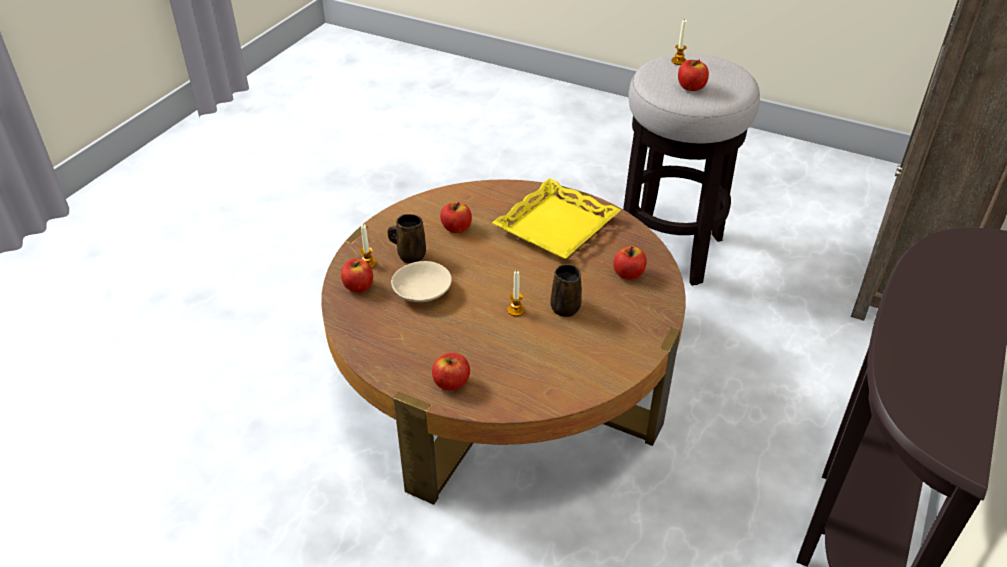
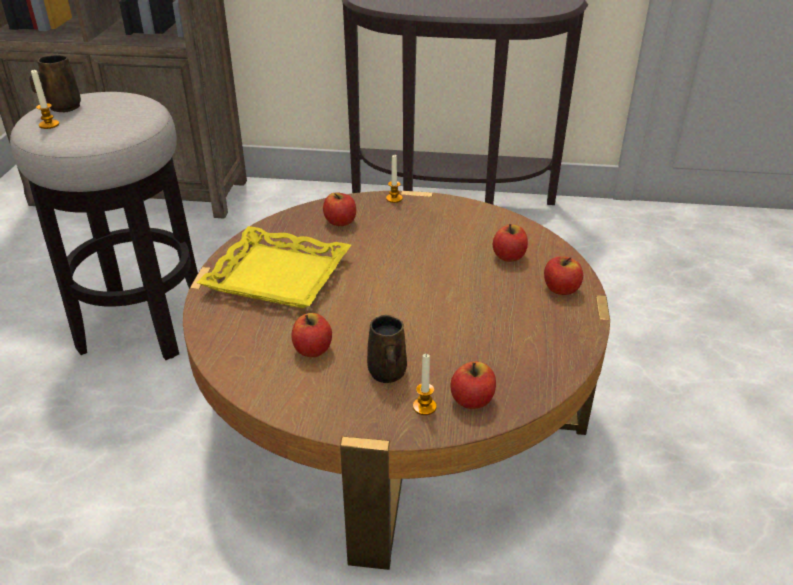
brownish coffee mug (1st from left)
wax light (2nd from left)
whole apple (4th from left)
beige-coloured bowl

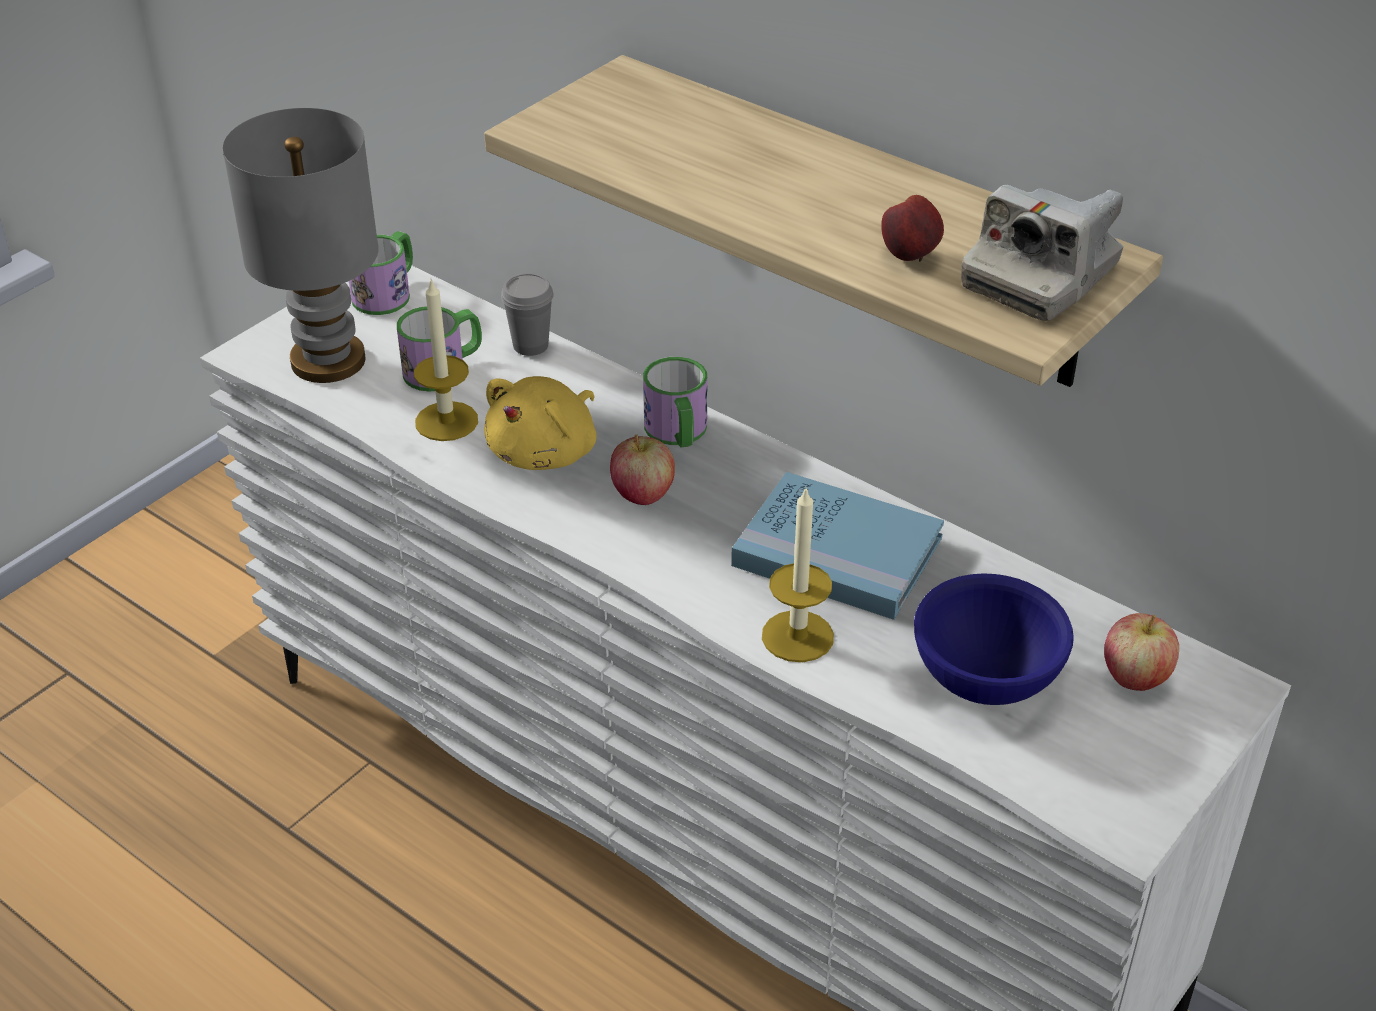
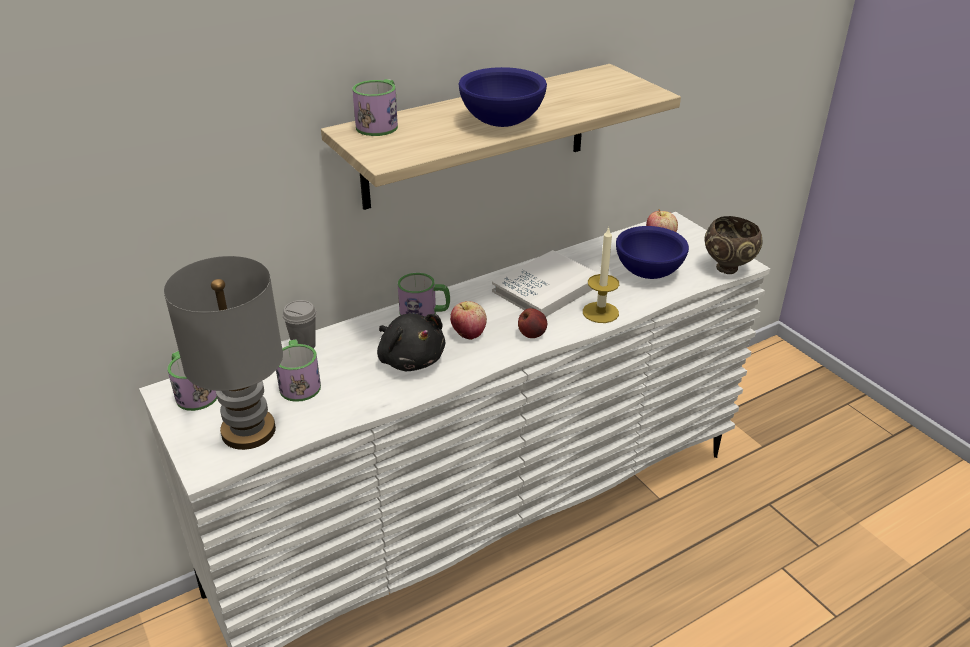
coffee mug (3rd from left)
blackish cuddly toy
bluish bowl (1st from left)
white-coloured volume
whole apple (2nd from left)
brownish bowl
wax light (1st from left in the first image)
photo camera

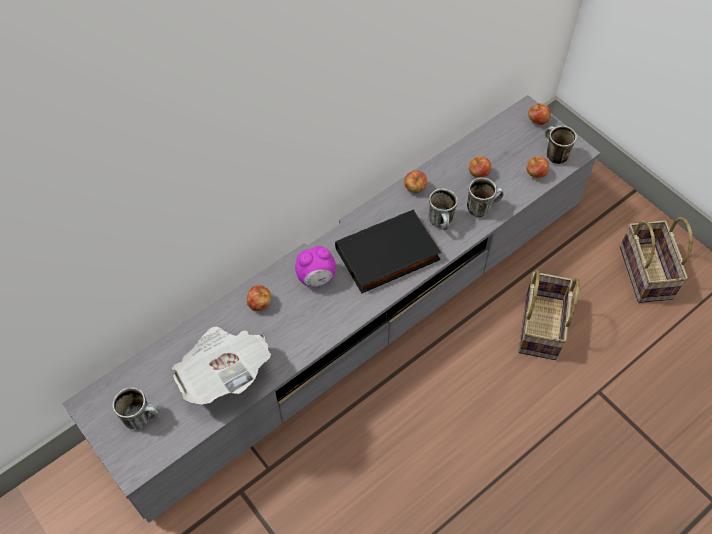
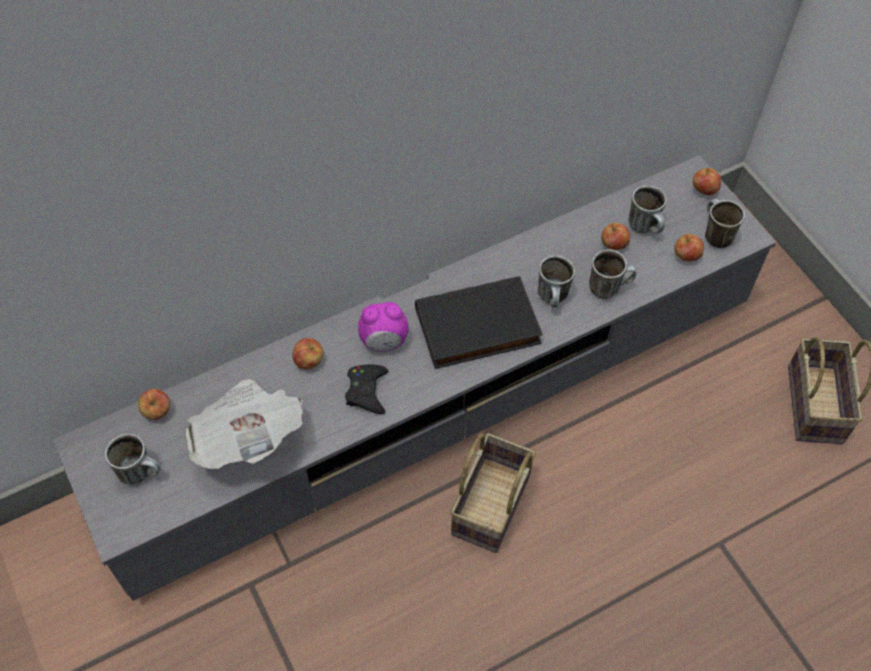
whole apple (1st from left)
blackish gamepad
basket (1st from left)
coffee mug (4th from left)

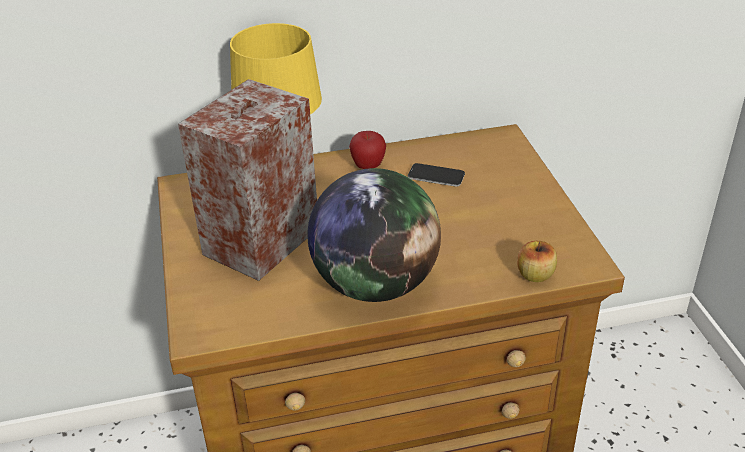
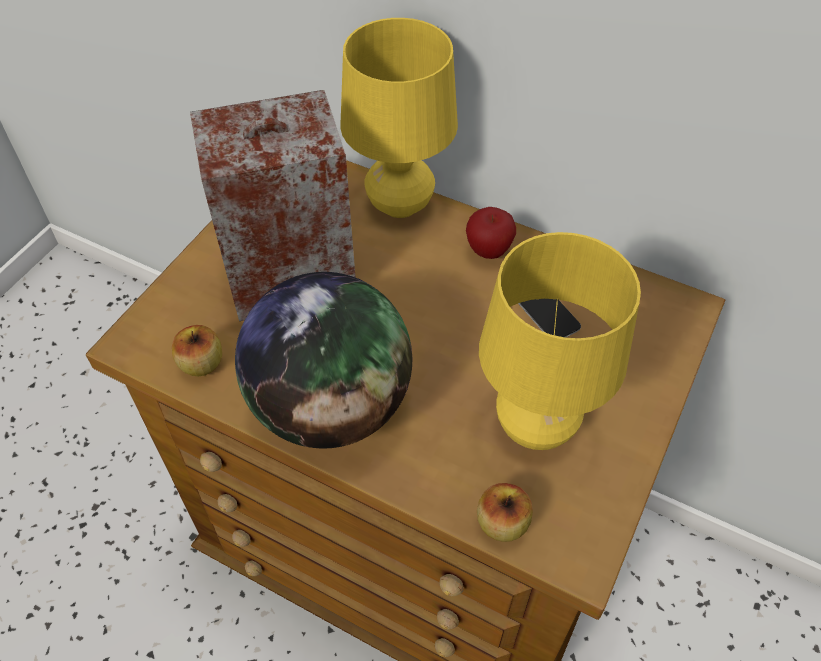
whole apple (1st from left)
yellowish tabletop lamp (2nd from left)

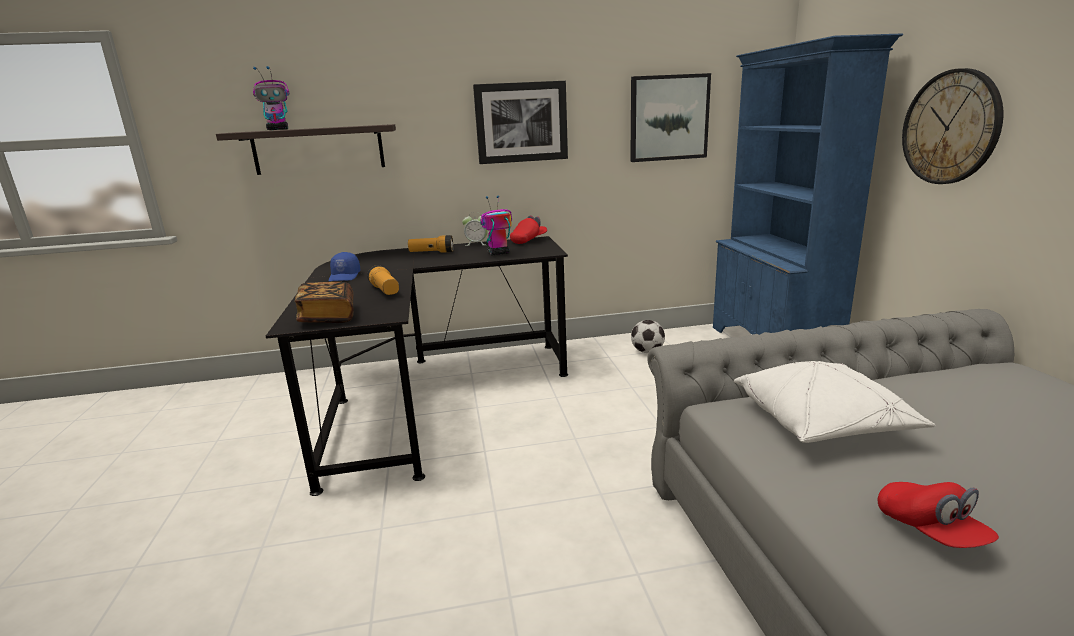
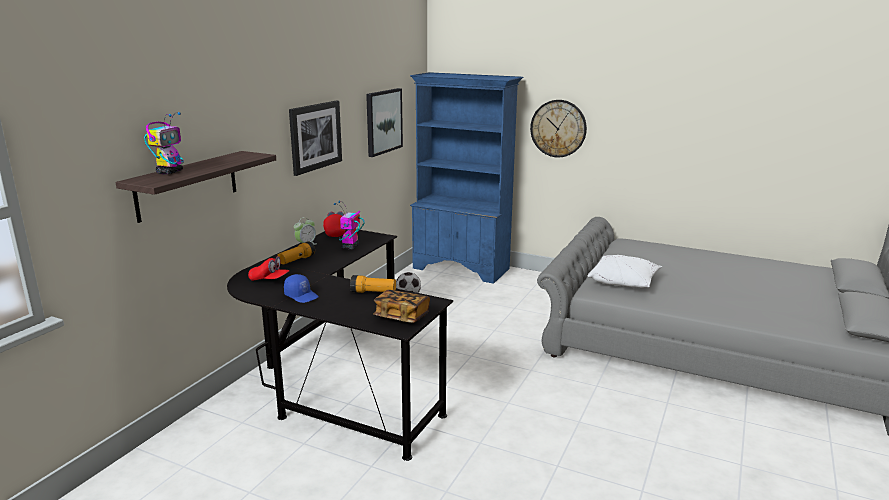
red peaked cap (1st from left)

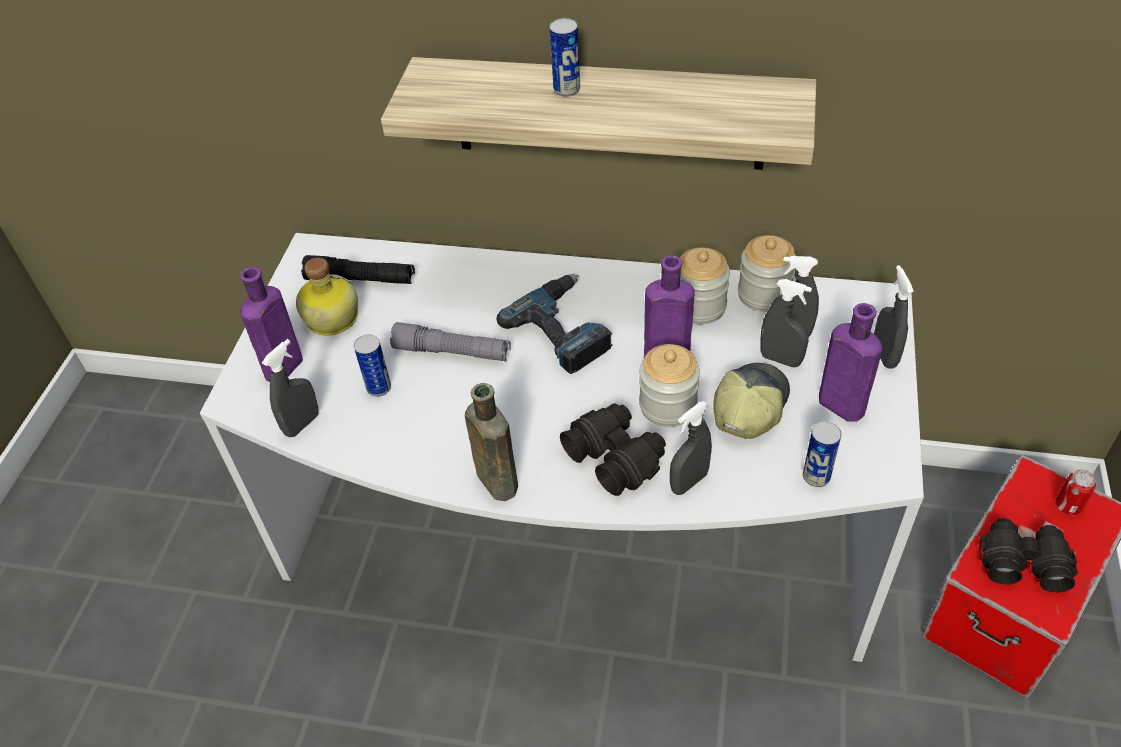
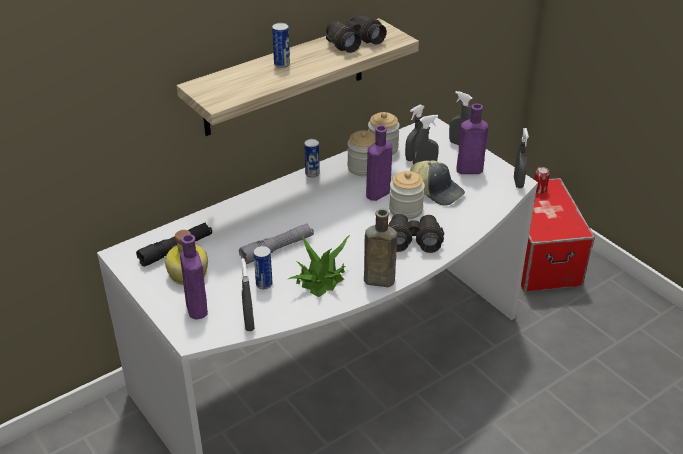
potted plant
can (3rd from left)
blackish field glasses (1st from left)
peaked cap
grey hand sprayer (5th from left)
electric drill

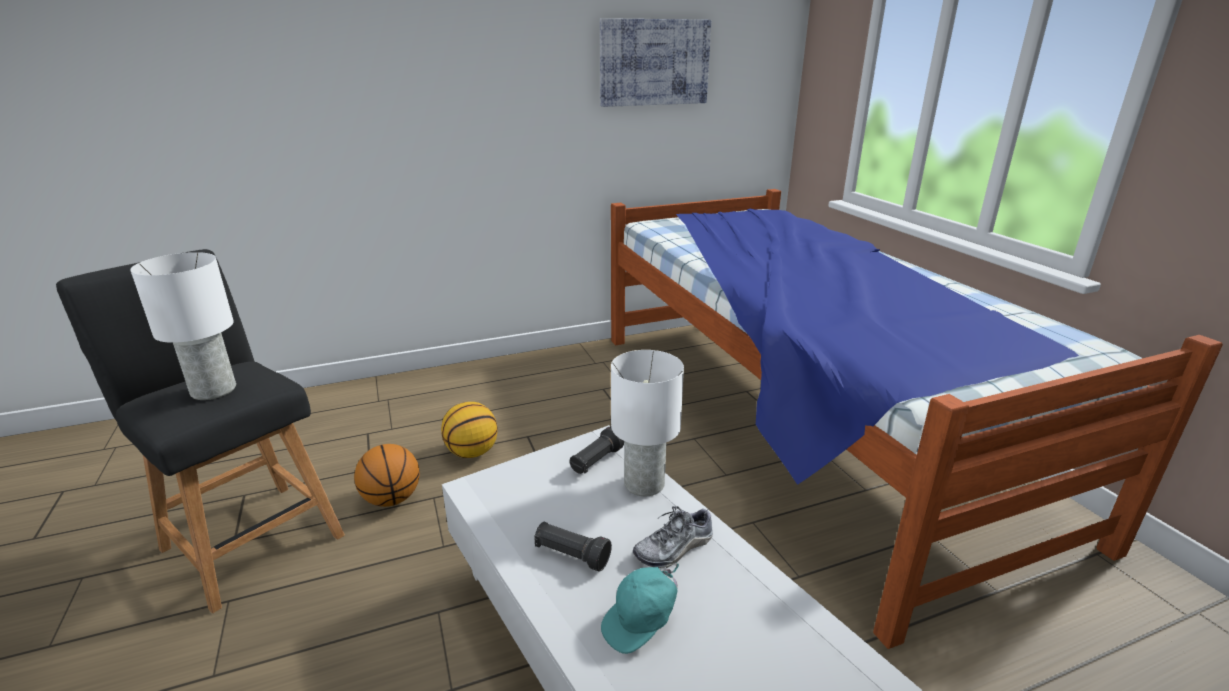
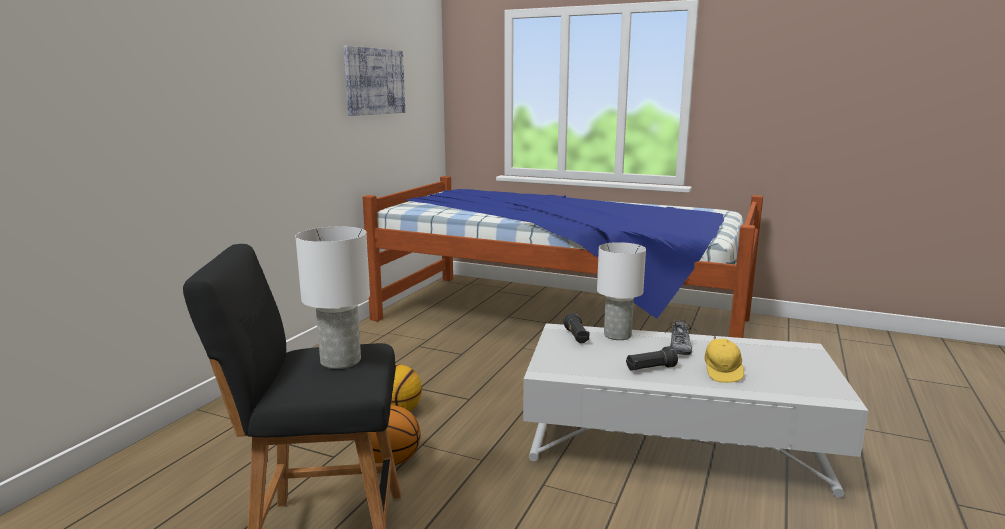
yellowish peaked cap

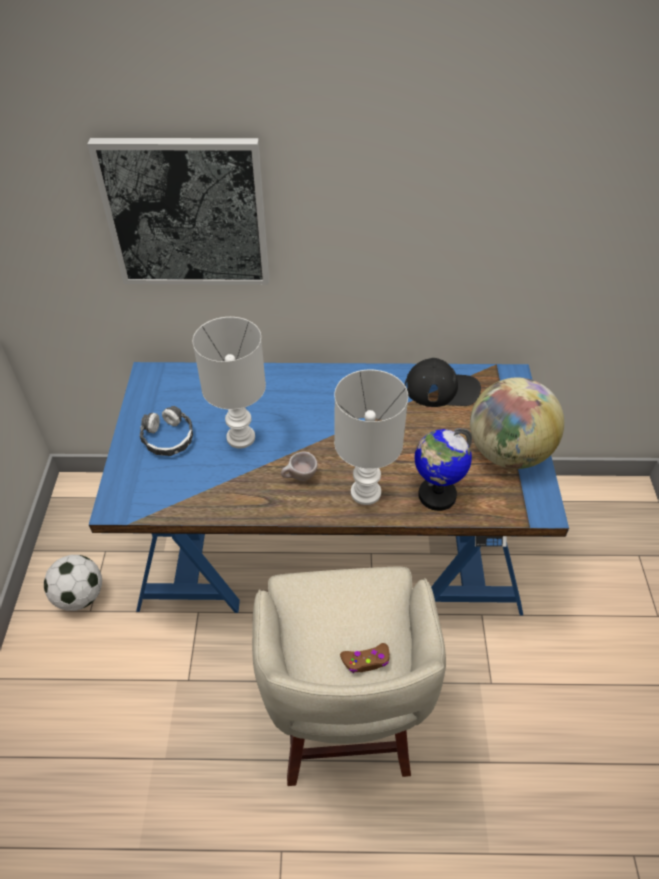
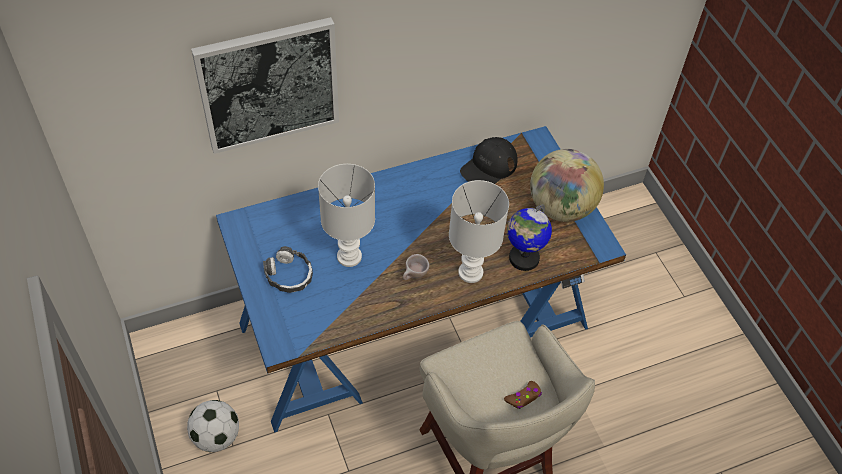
blackish peaked cap

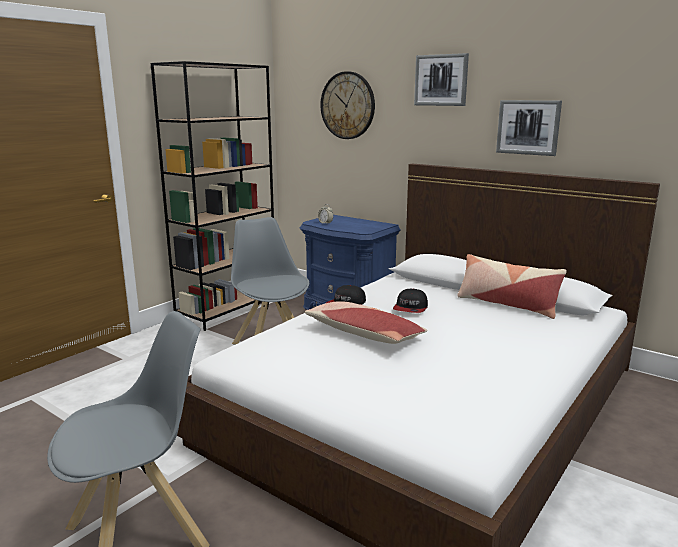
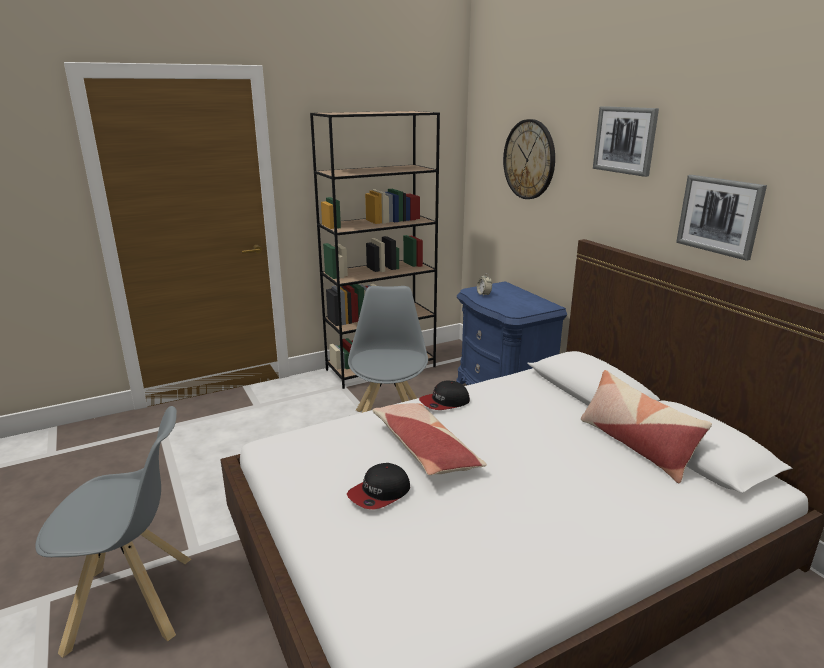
peaked cap (1st from left)

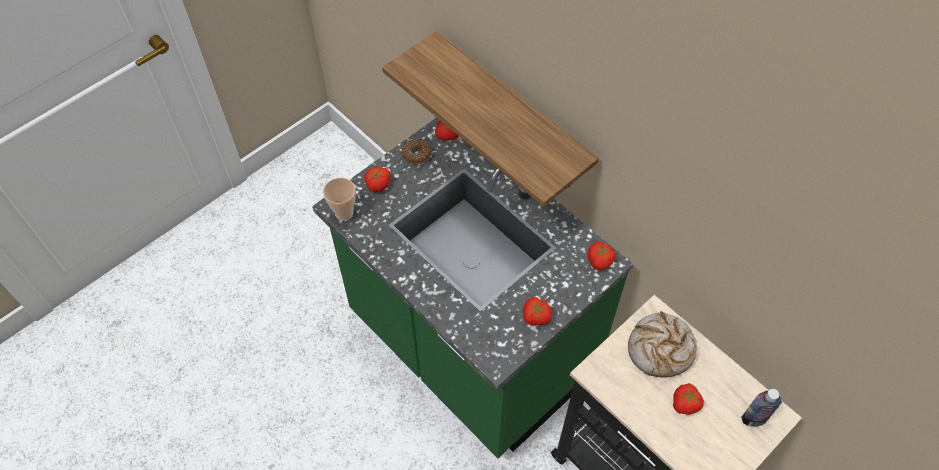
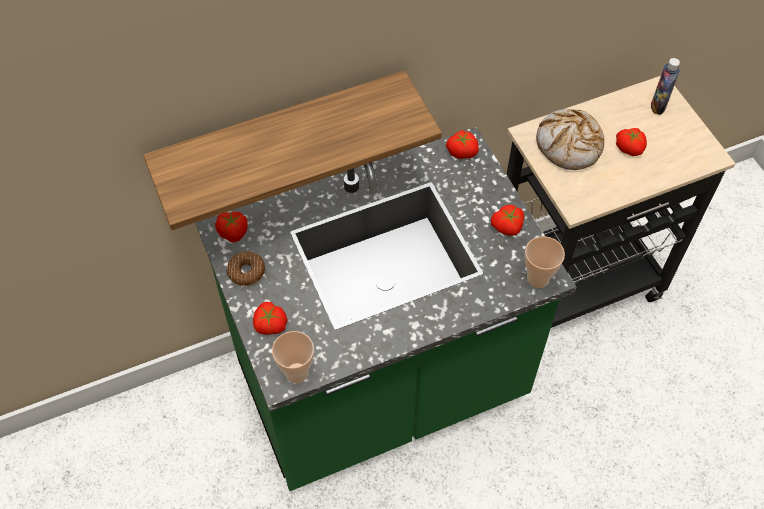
small cup (2nd from left)

